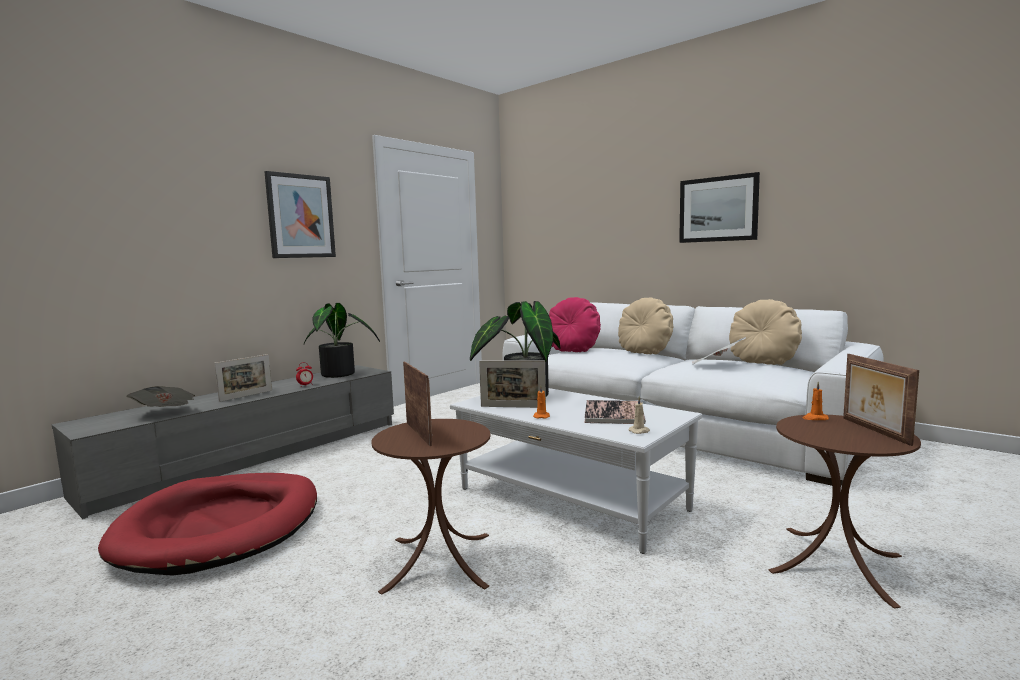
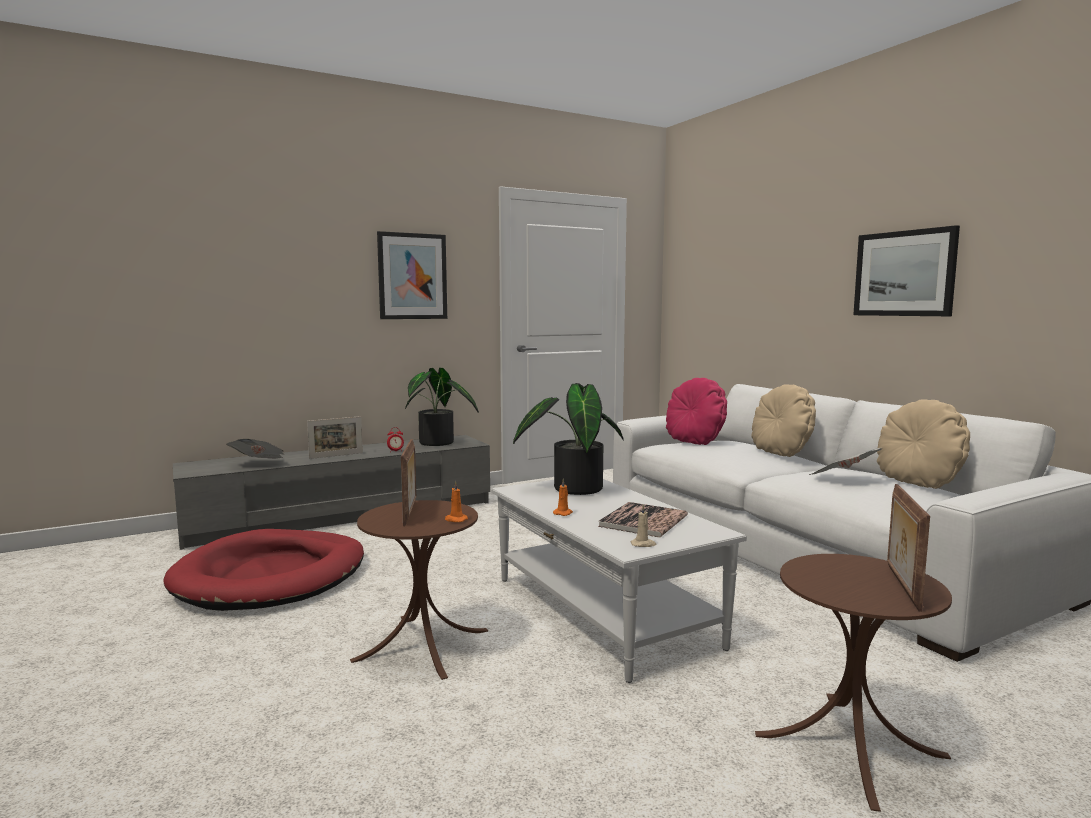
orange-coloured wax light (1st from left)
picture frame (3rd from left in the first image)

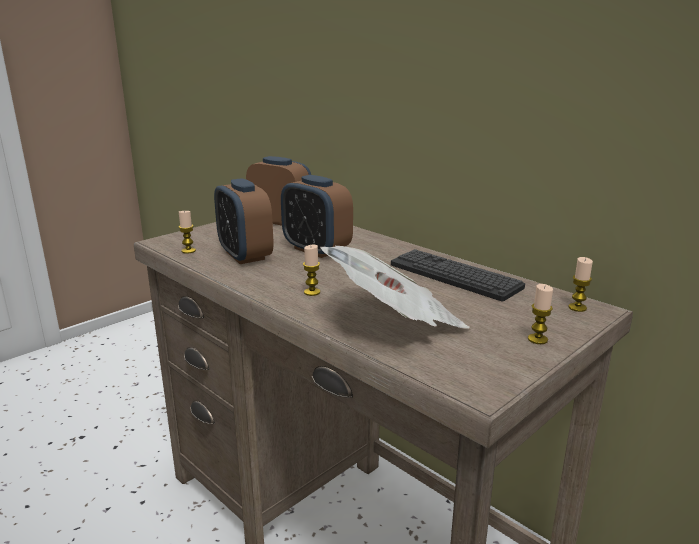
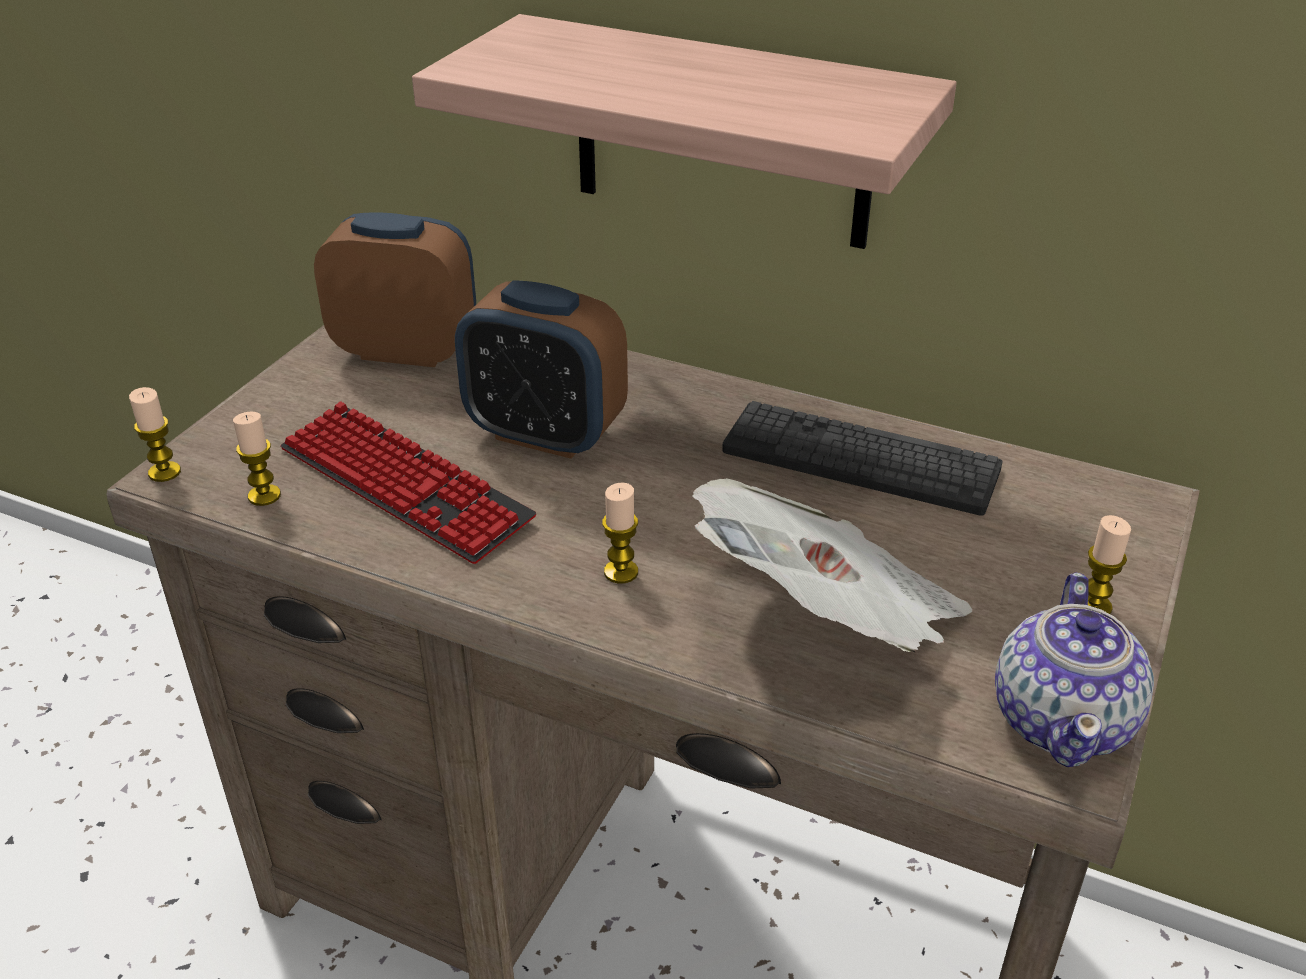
wax light (1st from left)
keyboard (1st from left)
wall shelf
teapot

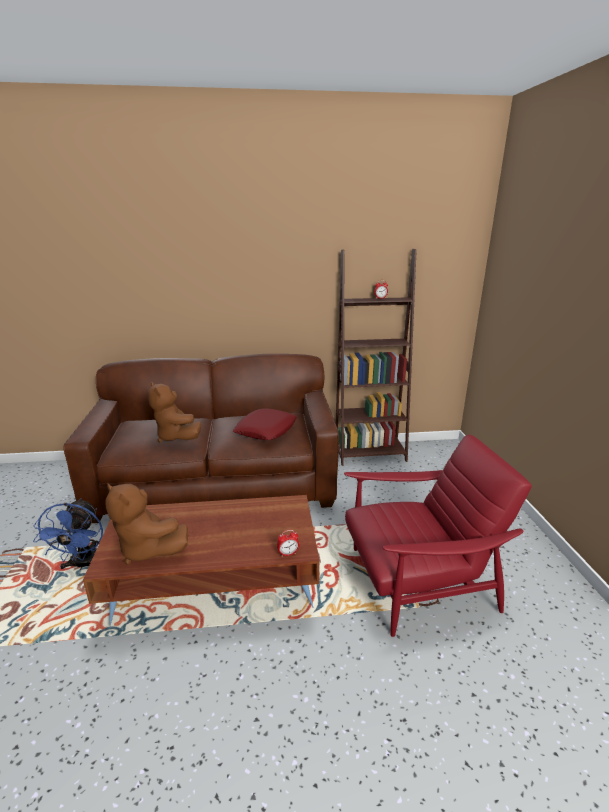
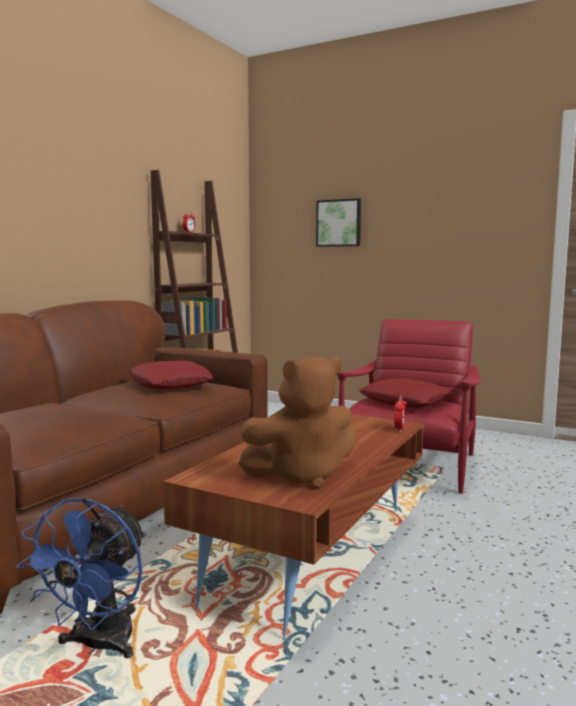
bluish cooling fan
picture
red throw pillow (2nd from left)
brownish cuddly toy (2nd from left in the first image)

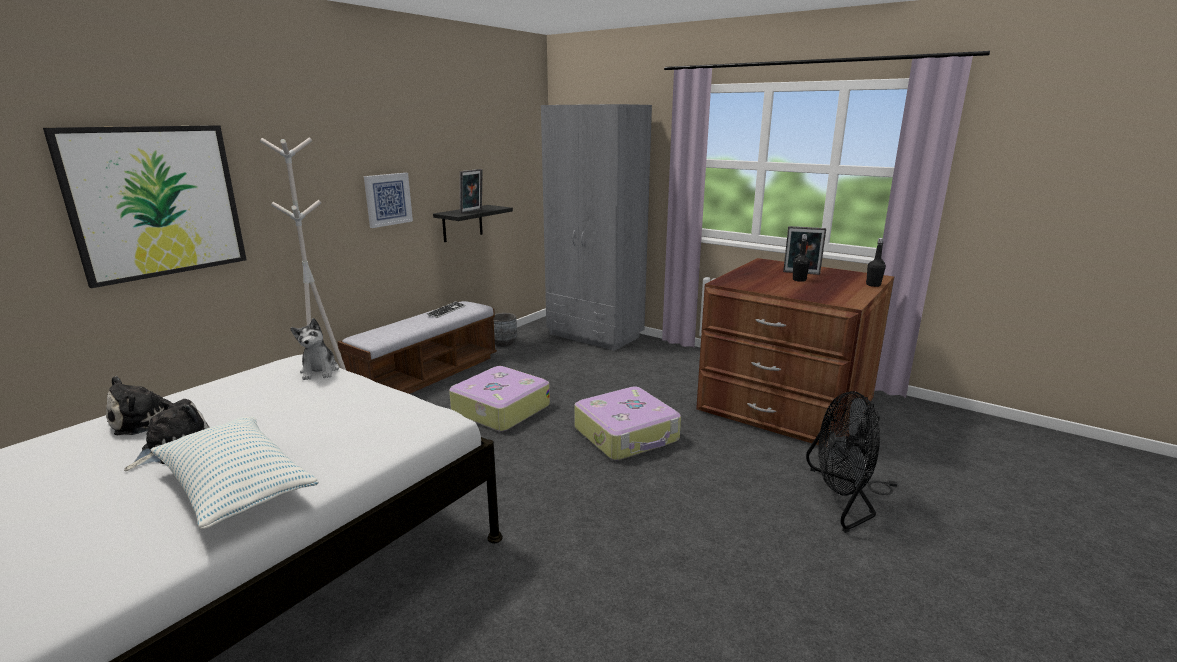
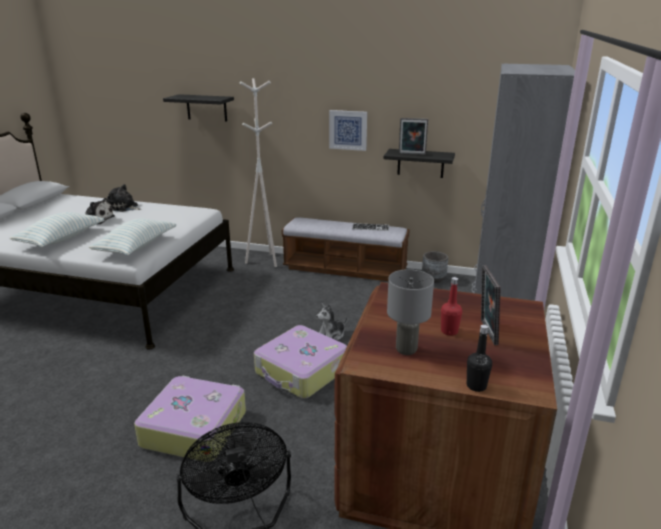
throw pillow (2nd from left)
suitcase (1st from left)
blackish wall shelf (1st from left)
cuddly toy (3rd from left)
grey tabletop lamp
red bottle

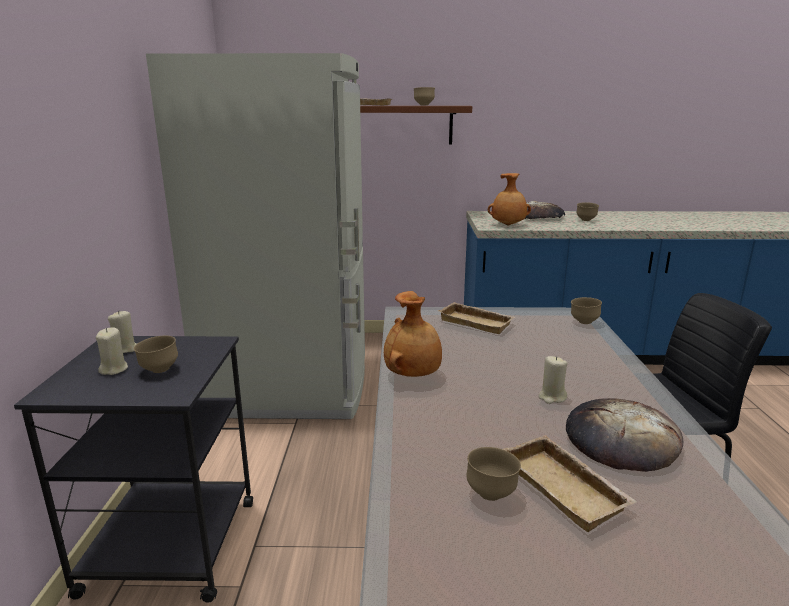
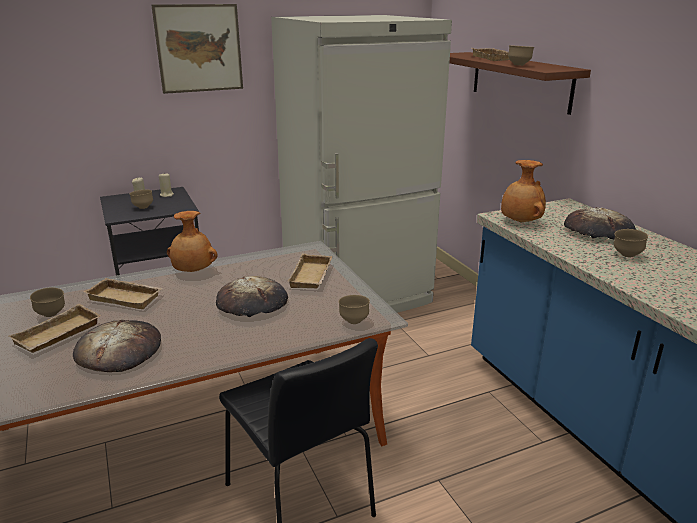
beige-coloured tray (2nd from left)
picture
baked bread (2nd from left)
beige-coloured wax light (3rd from left in the first image)

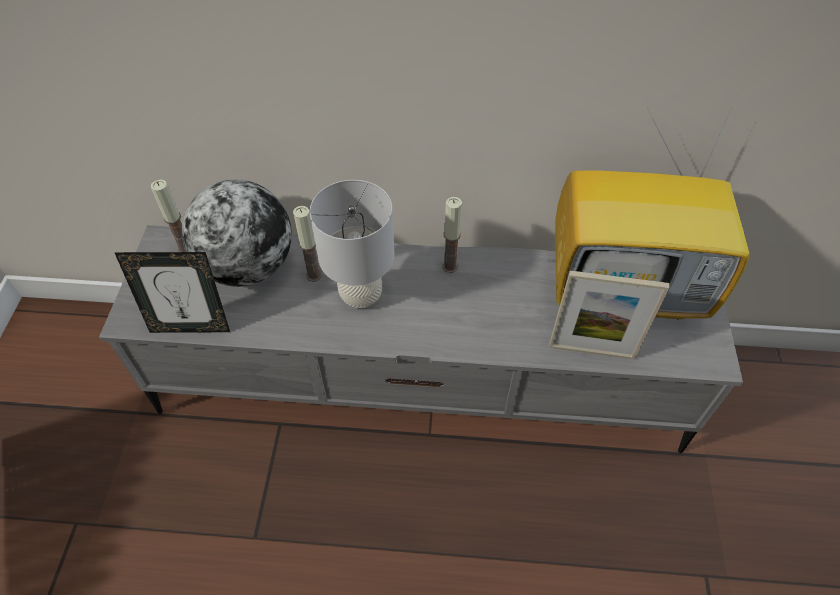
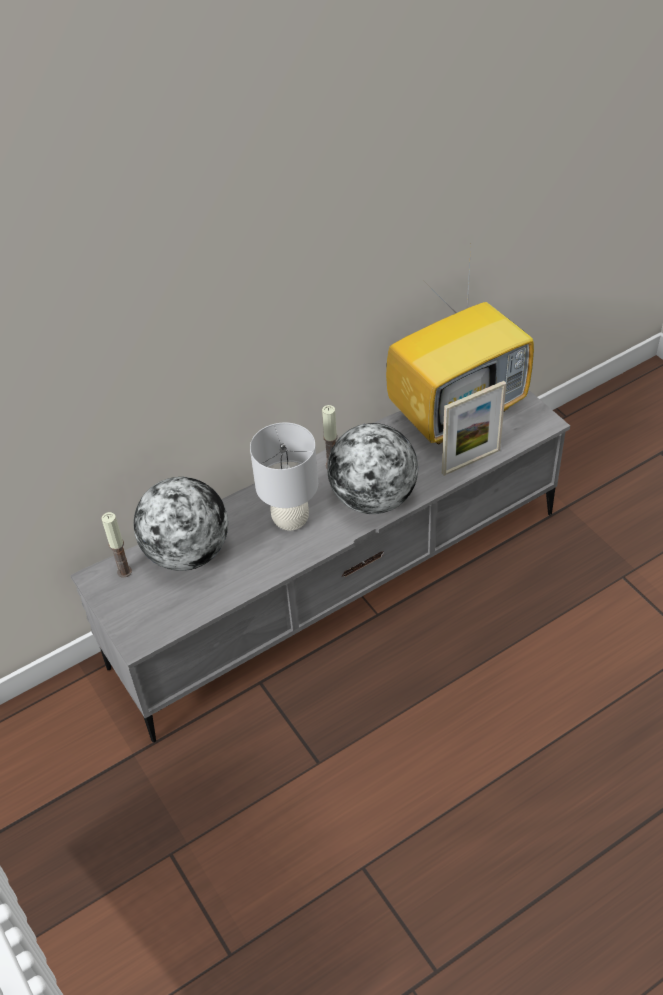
desk globe (2nd from left)
picture frame (1st from left in the first image)
wax light (2nd from left in the first image)

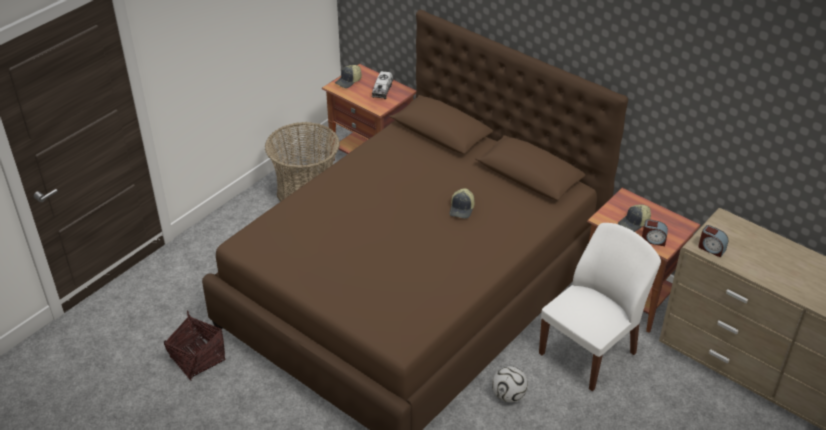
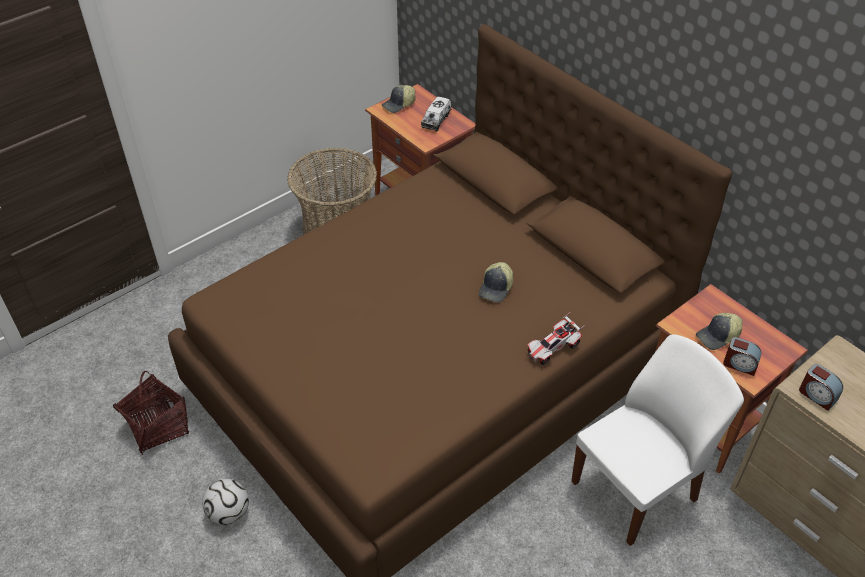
ball for football
model car

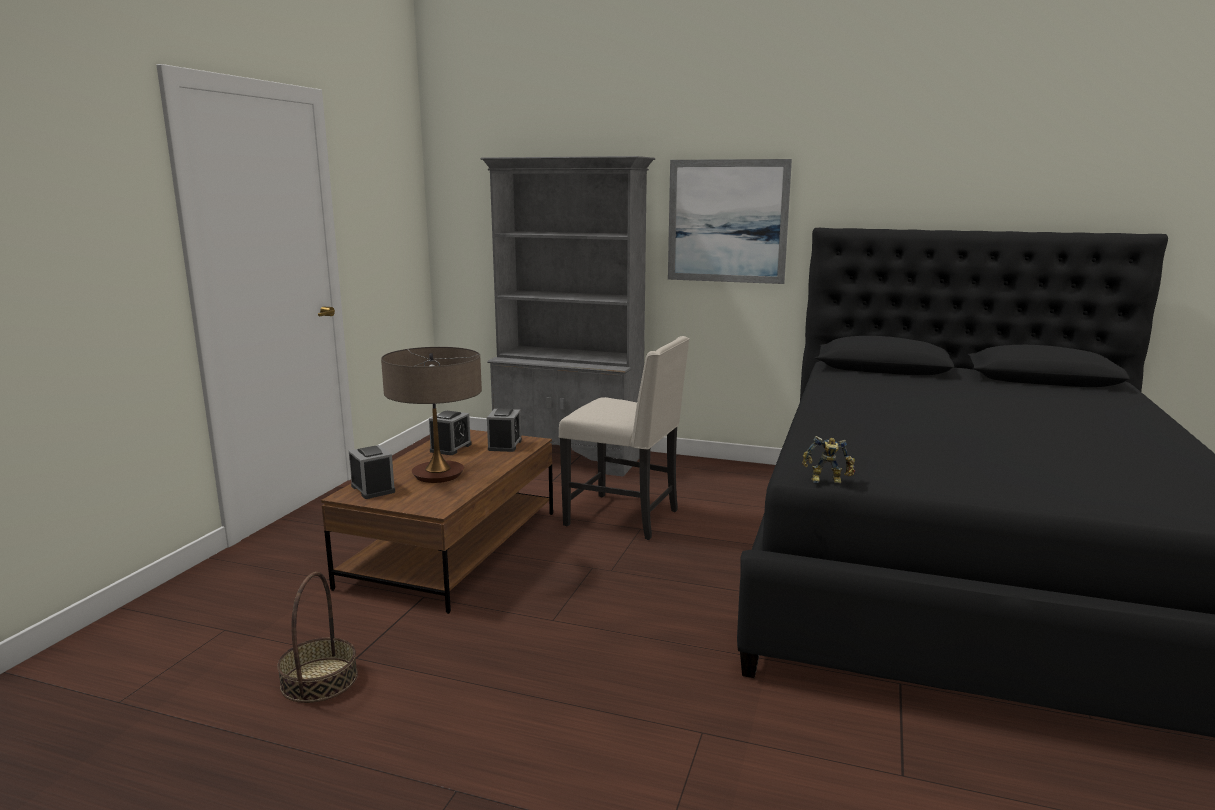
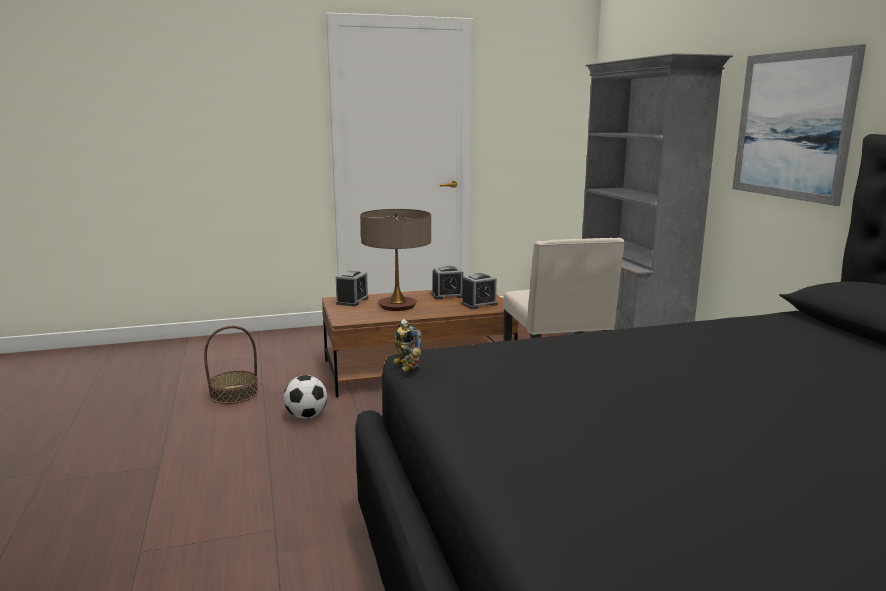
ball for football

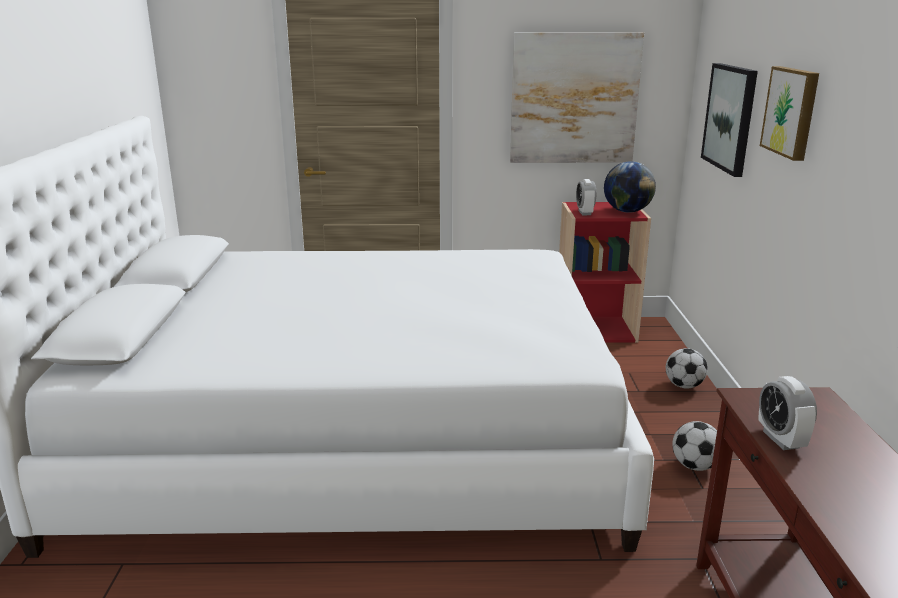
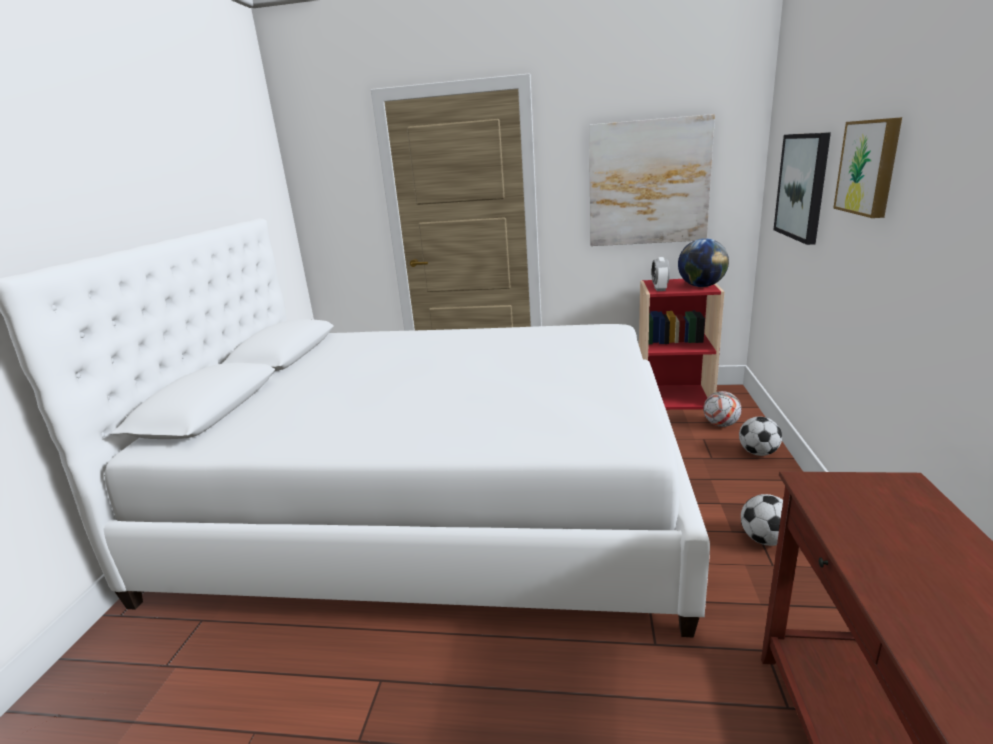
ball for football (1st from left)
alarm clock (2nd from left in the first image)

